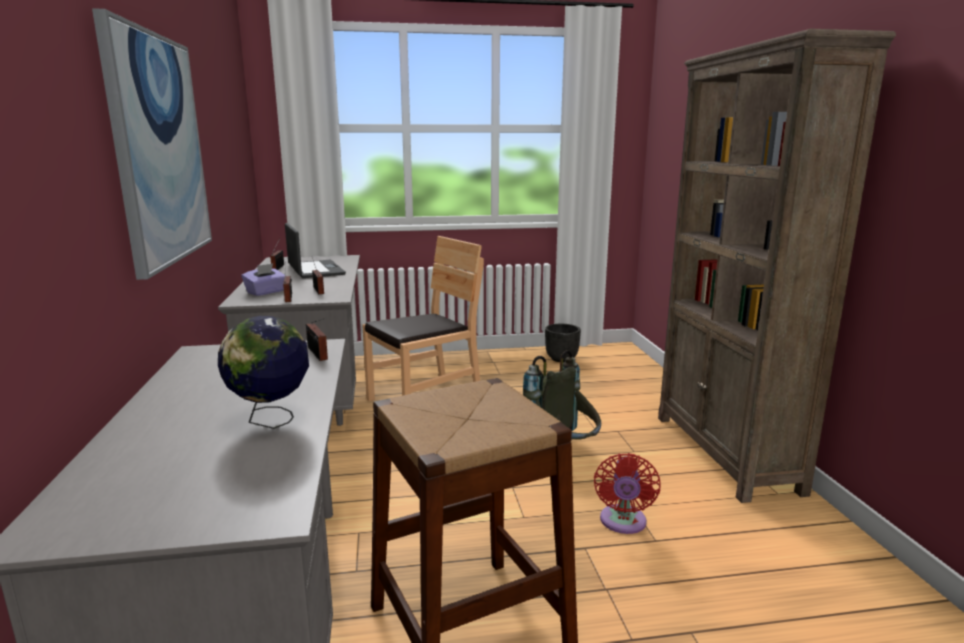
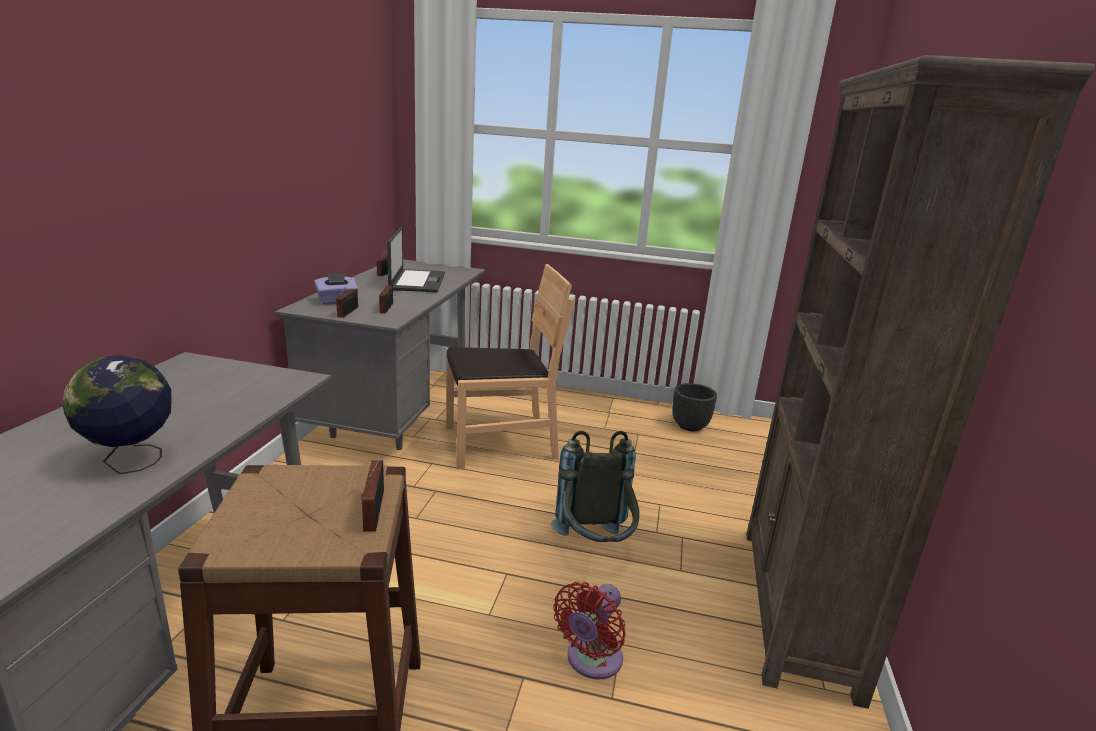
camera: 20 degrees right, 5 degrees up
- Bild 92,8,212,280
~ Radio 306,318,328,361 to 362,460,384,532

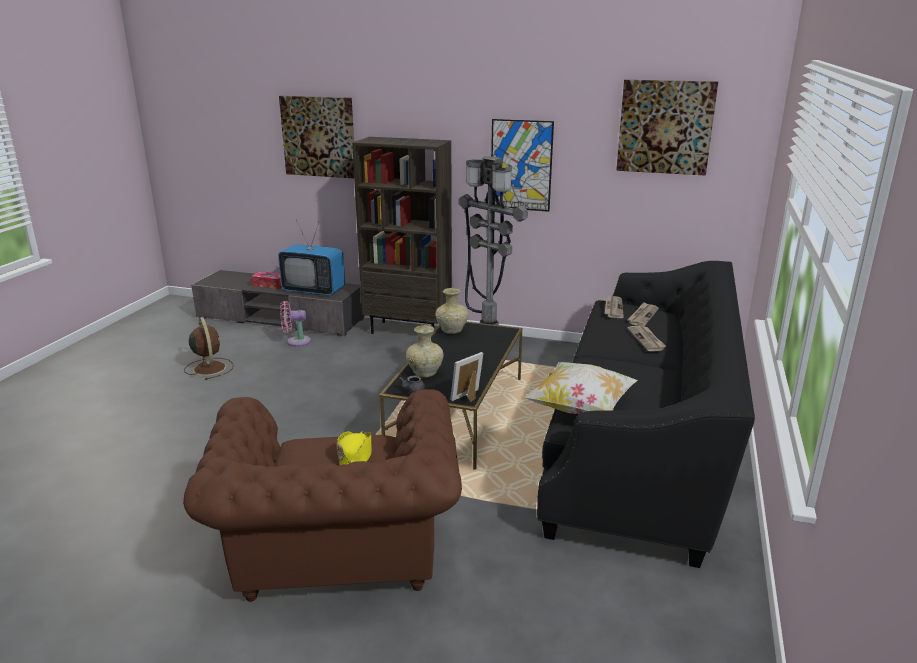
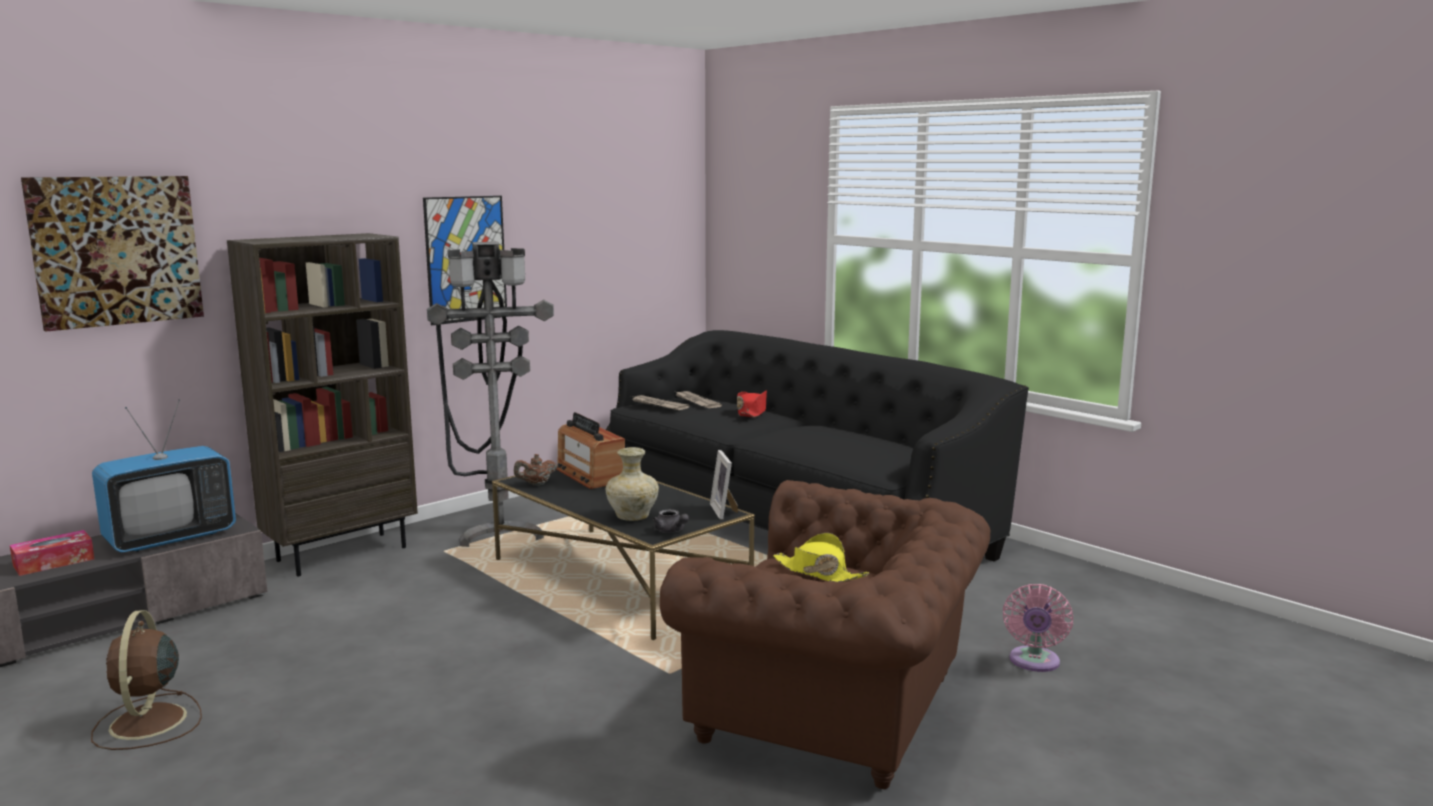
camera: 60 degrees left, 10 degrees down
~ Ventilator (braun) 184,317,234,380 = 91,610,202,750 105 degrees counterclockwise
~ Ventilator (rosa) 280,301,311,347 to 1003,584,1073,672
~ Vase (beige) 435,288,468,334 to Teekanne (braun) 514,454,557,485
- Kissen 524,362,638,414
- Bild 616,80,718,176
~ Zeitung 628,326,666,351 to Hut (rot) 737,390,767,417
+ Radio 556,412,625,489

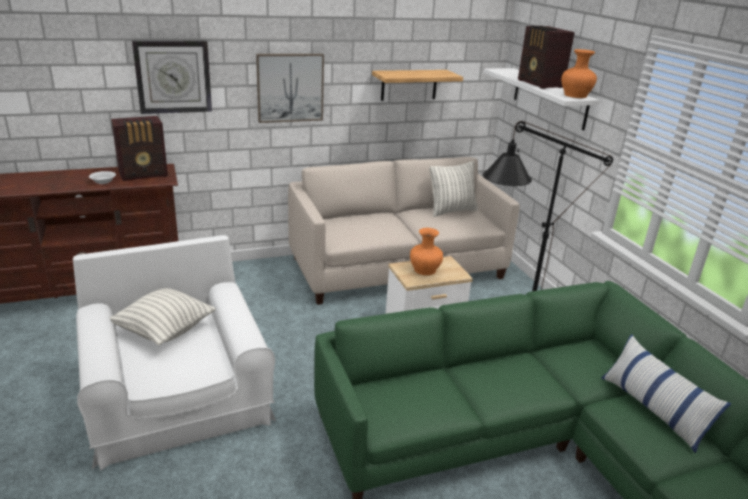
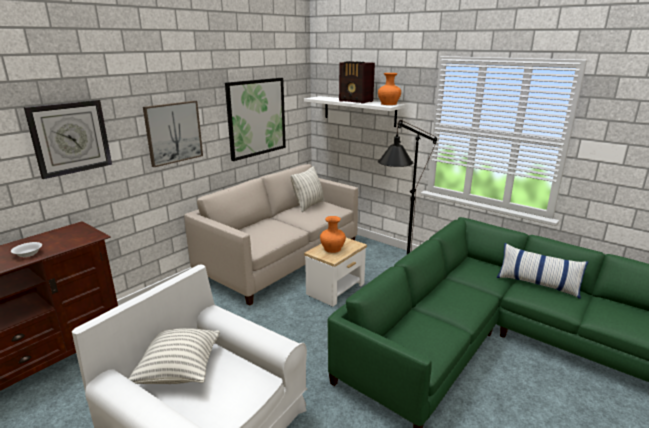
camera: 30 degrees left, 5 degrees down
- Radio 111,116,168,181
~ Wandregal 372,70,463,101 to Bild 225,78,286,161

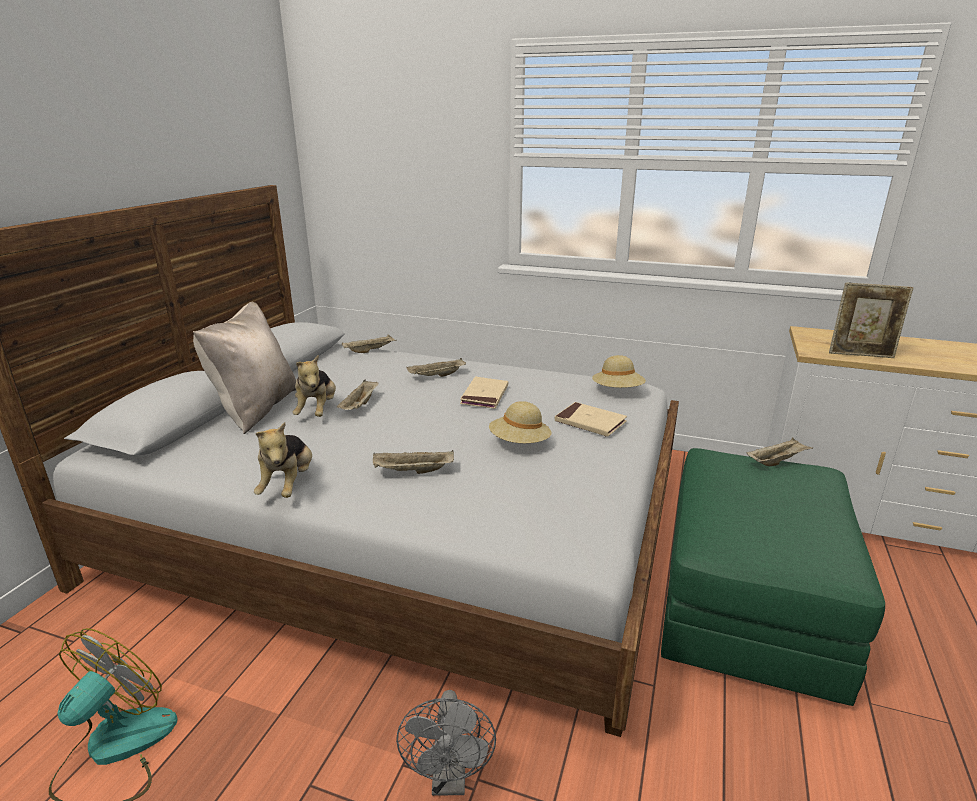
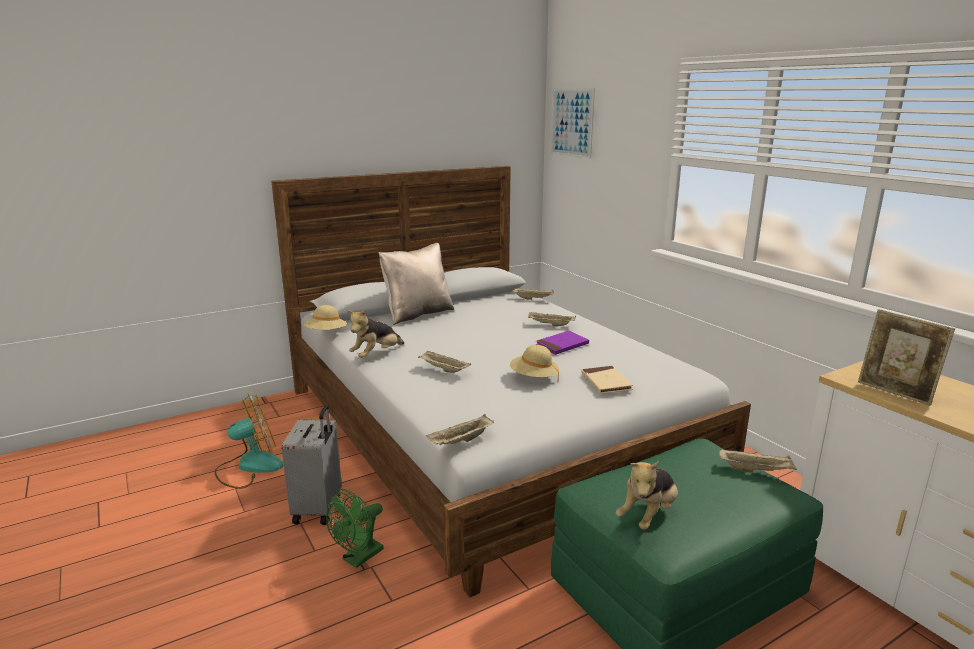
camera: 40 degrees right, 5 degrees down
~ Plüschtier 292,355,336,417 to 616,461,678,530
~ Tablett (beige) 337,380,379,410 to 426,414,494,446
~ Ventilator (grau) 396,690,496,796 to Ventilator (grün) 326,489,384,568
~ Buch (beige) 460,377,508,409 to Buch (lila) 536,331,589,355
~ Hut (beige) 592,355,646,388 to 303,305,347,330
+ Koffer (grau) 282,405,342,525
+ Bild 551,88,595,159

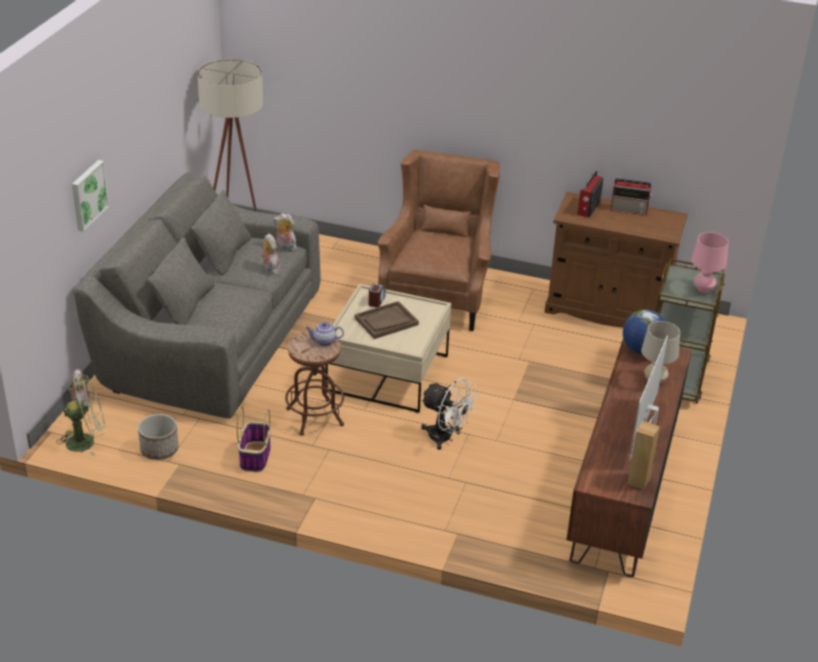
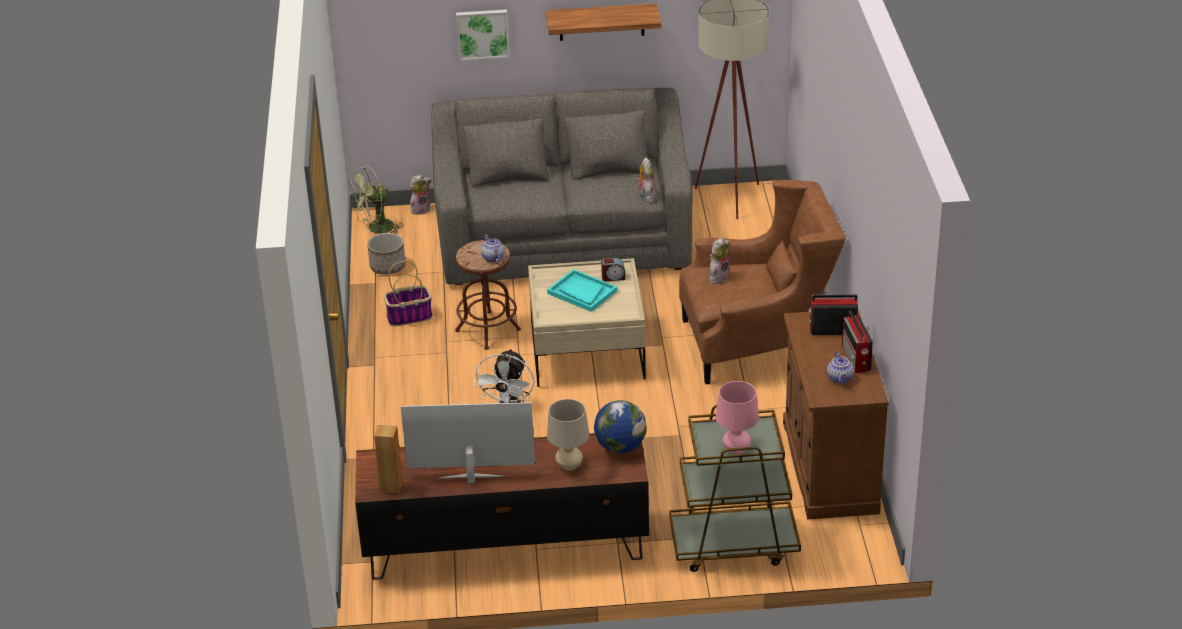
camera: 70 degrees right, 0 degrees up
~ Ventilator (grün) 57,375,106,456 = 350,166,403,234 105 degrees clockwise
~ Plüschtier 261,234,280,275 to 709,238,730,284
~ Tablett (braun) 355,301,419,339 to Tablett (türkis) 547,269,617,312
+ Wandregal 546,3,661,41
+ Teekanne 827,352,854,384

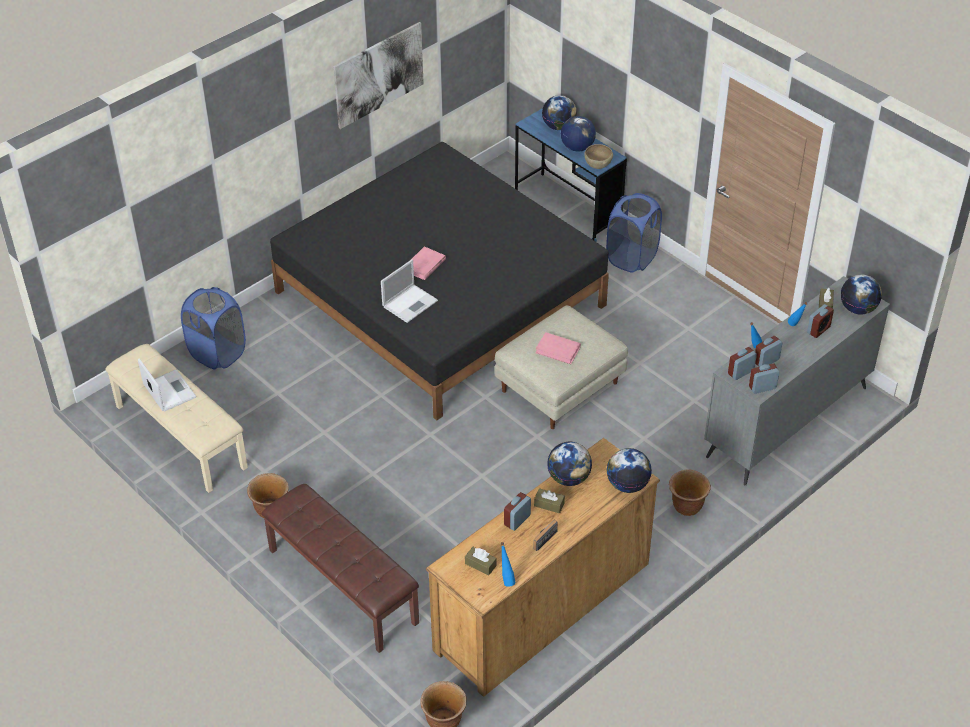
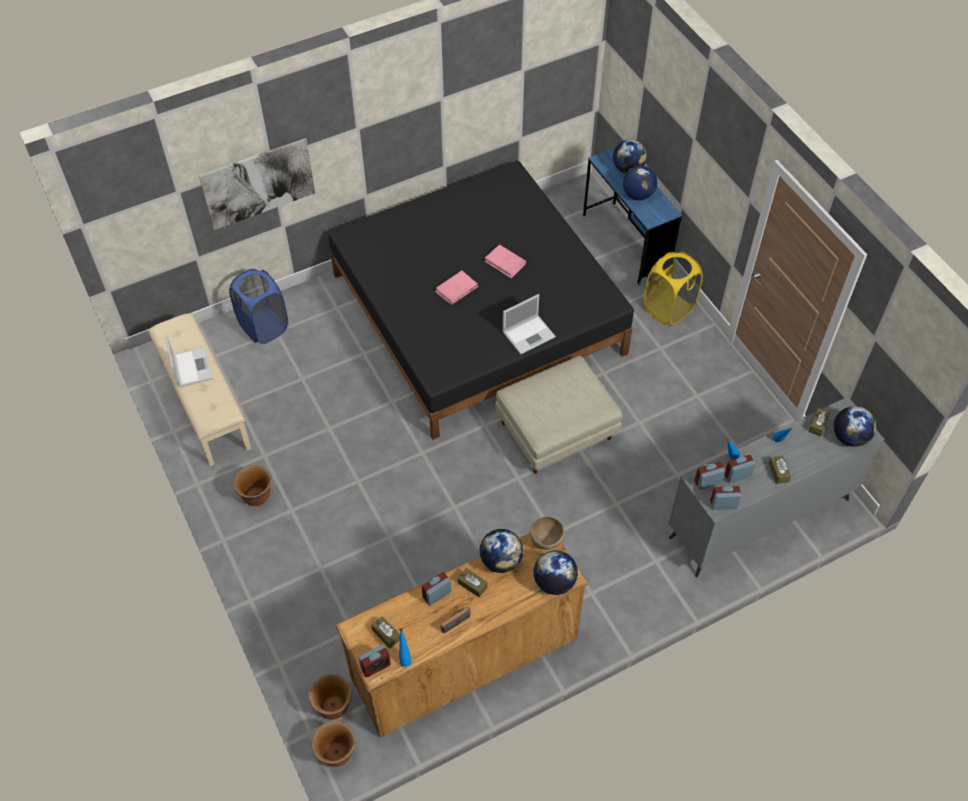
camera: 15 degrees right, 10 degrees up
- Bank (braun) 262,484,419,653
~ Bild 333,22,424,129 to 199,138,315,230
~ Laptop 381,259,438,323 to 503,294,556,355
~ Buch (rosa) 535,332,581,364 to 485,244,526,278
~ Schüssel (braun) 584,144,613,169 to 530,516,565,550
~ Wäschekorb (blau) 606,193,662,272 to Wäschekorb (gelb) 644,252,703,325
~ Pflanzkübel (braun) 669,469,711,516 to 309,674,352,719
~ Wecker 807,304,834,338 to 358,644,391,677
+ Taschentuchbox (braun) 769,456,791,484

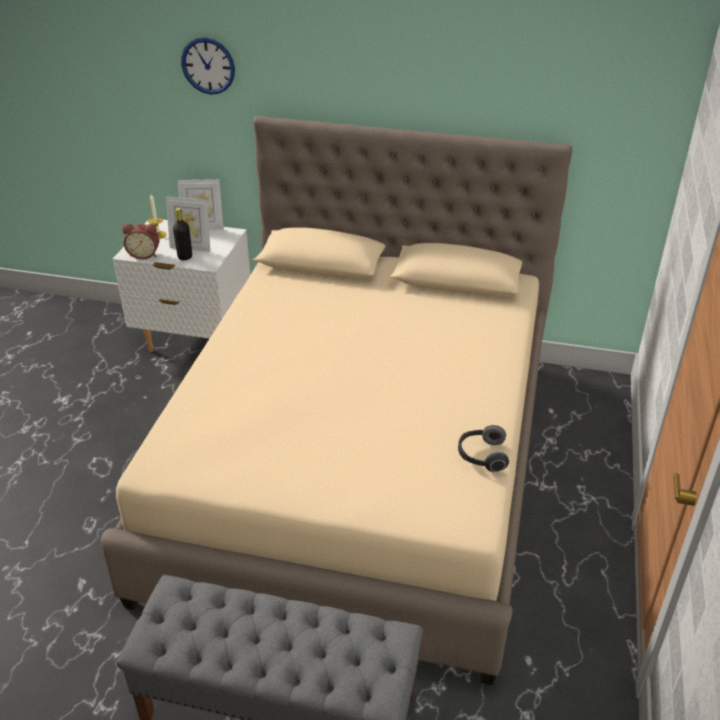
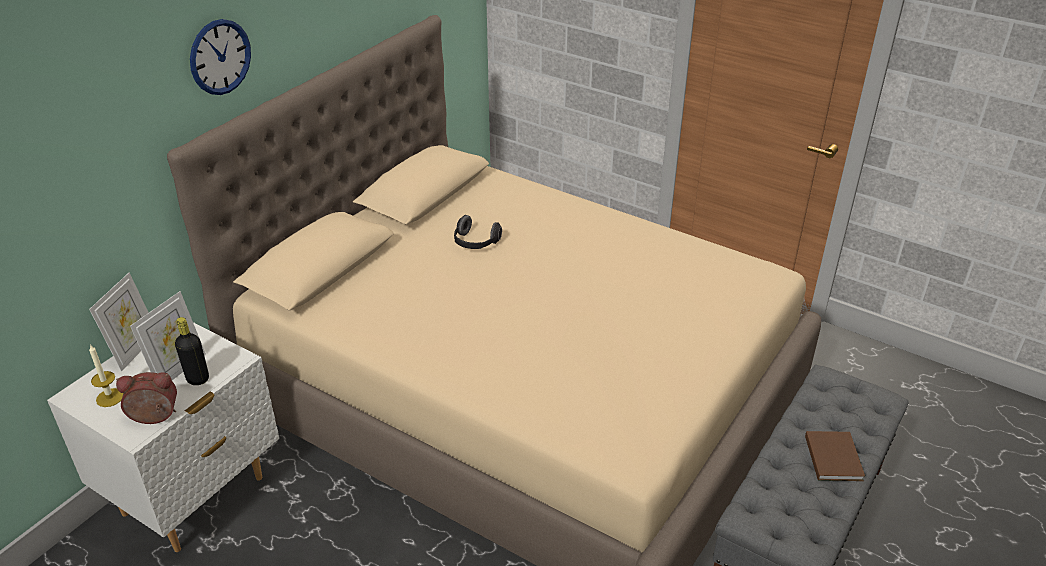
camera: 70 degrees left, 0 degrees up
~ Wecker 122,224,159,260 = 116,372,177,424 120 degrees counterclockwise
~ Wanduhr 181,37,235,95 to 190,19,251,95
~ Kopfhörer 458,425,509,472 to 454,215,502,249
+ Buch (braun) 805,431,865,481

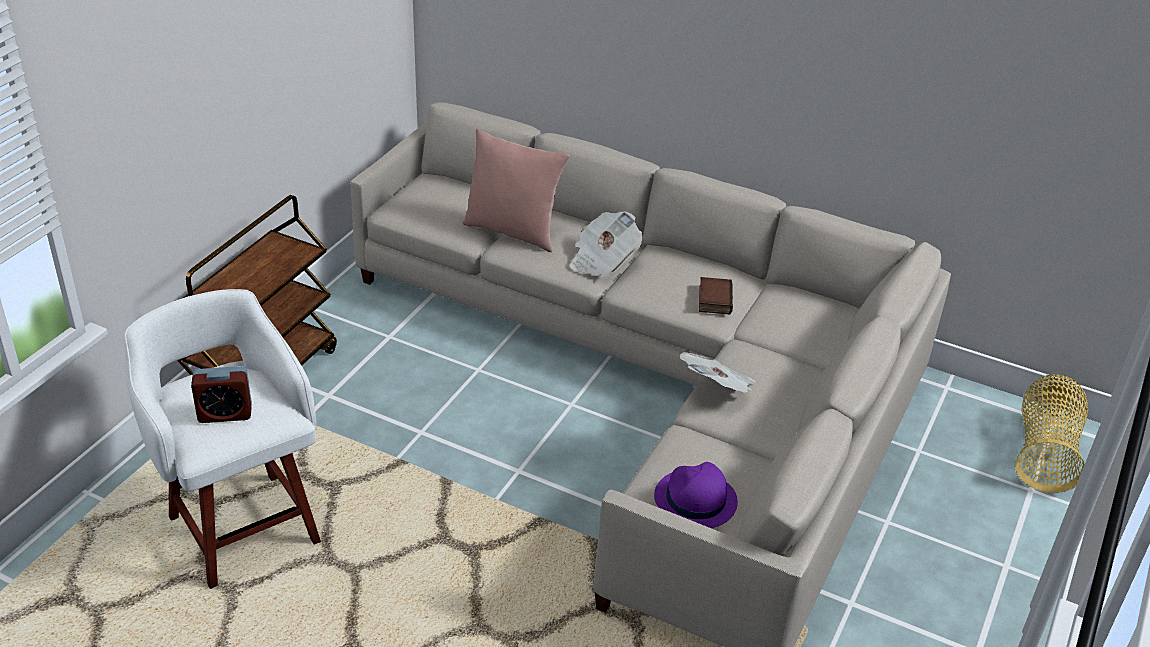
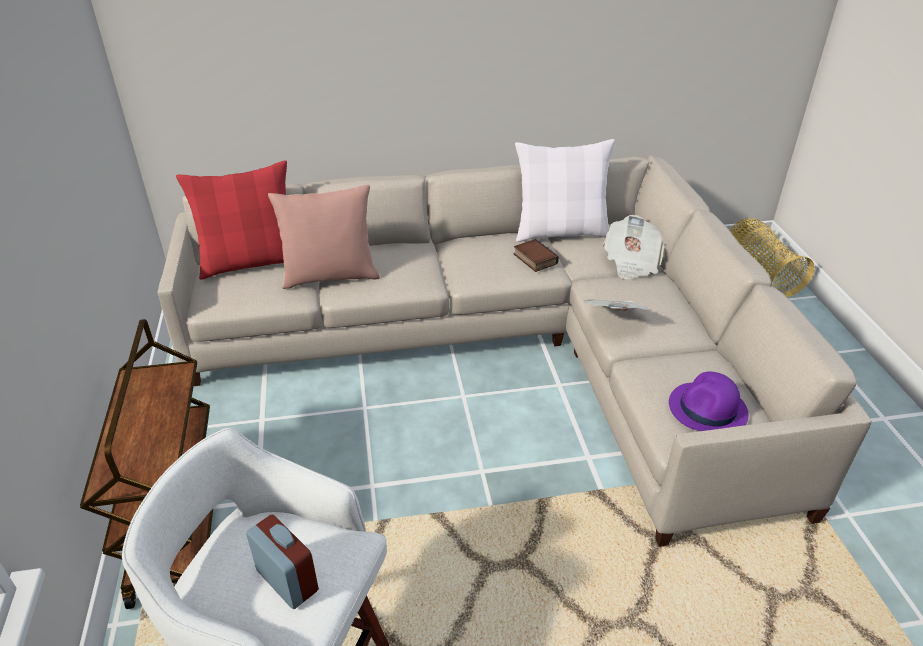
camera: 35 degrees left, 0 degrees up
~ Wecker 191,366,252,423 = 246,514,319,609 90 degrees counterclockwise
~ Zeitung 570,212,643,277 to 603,215,665,279
+ Kissen (rot) 176,160,287,280
+ Kissen (weiß) 515,139,615,242

